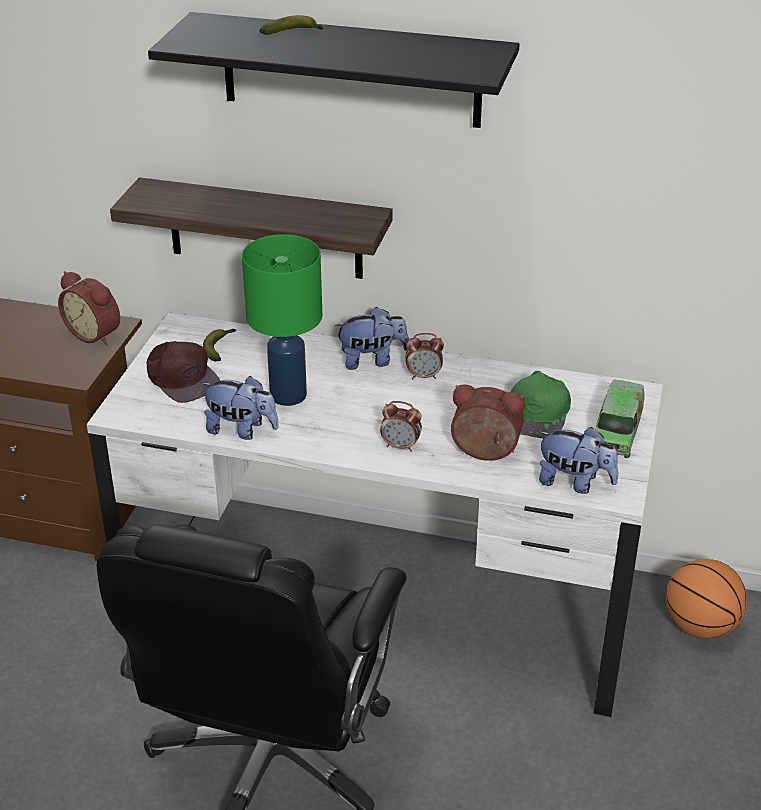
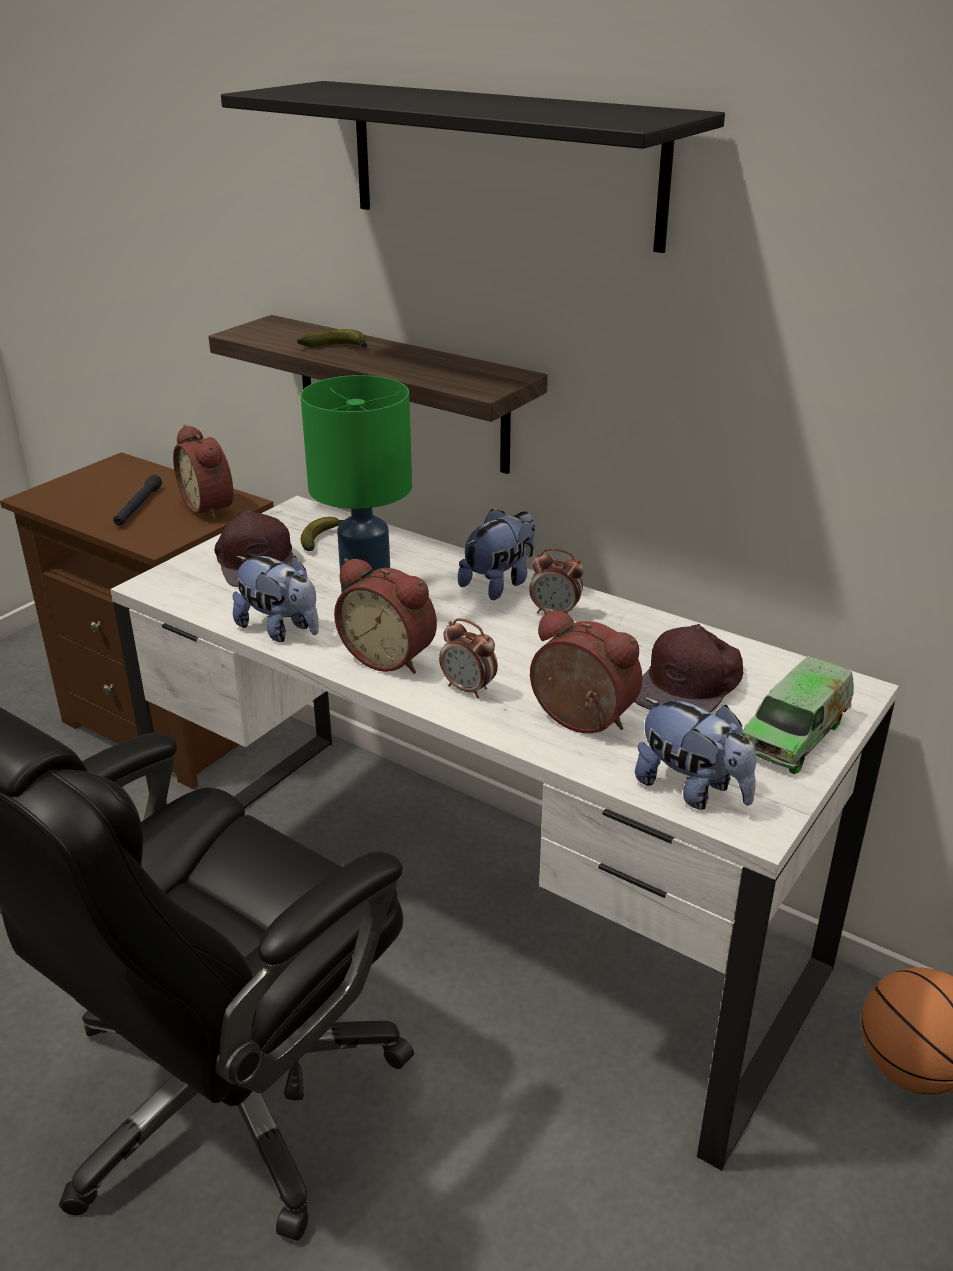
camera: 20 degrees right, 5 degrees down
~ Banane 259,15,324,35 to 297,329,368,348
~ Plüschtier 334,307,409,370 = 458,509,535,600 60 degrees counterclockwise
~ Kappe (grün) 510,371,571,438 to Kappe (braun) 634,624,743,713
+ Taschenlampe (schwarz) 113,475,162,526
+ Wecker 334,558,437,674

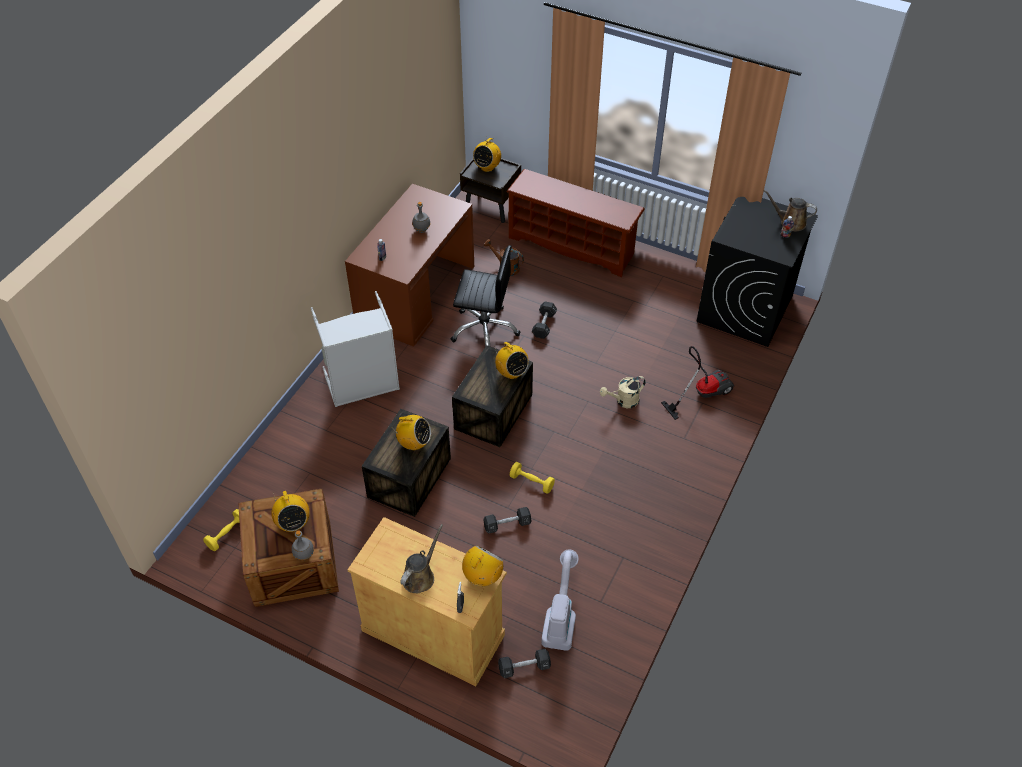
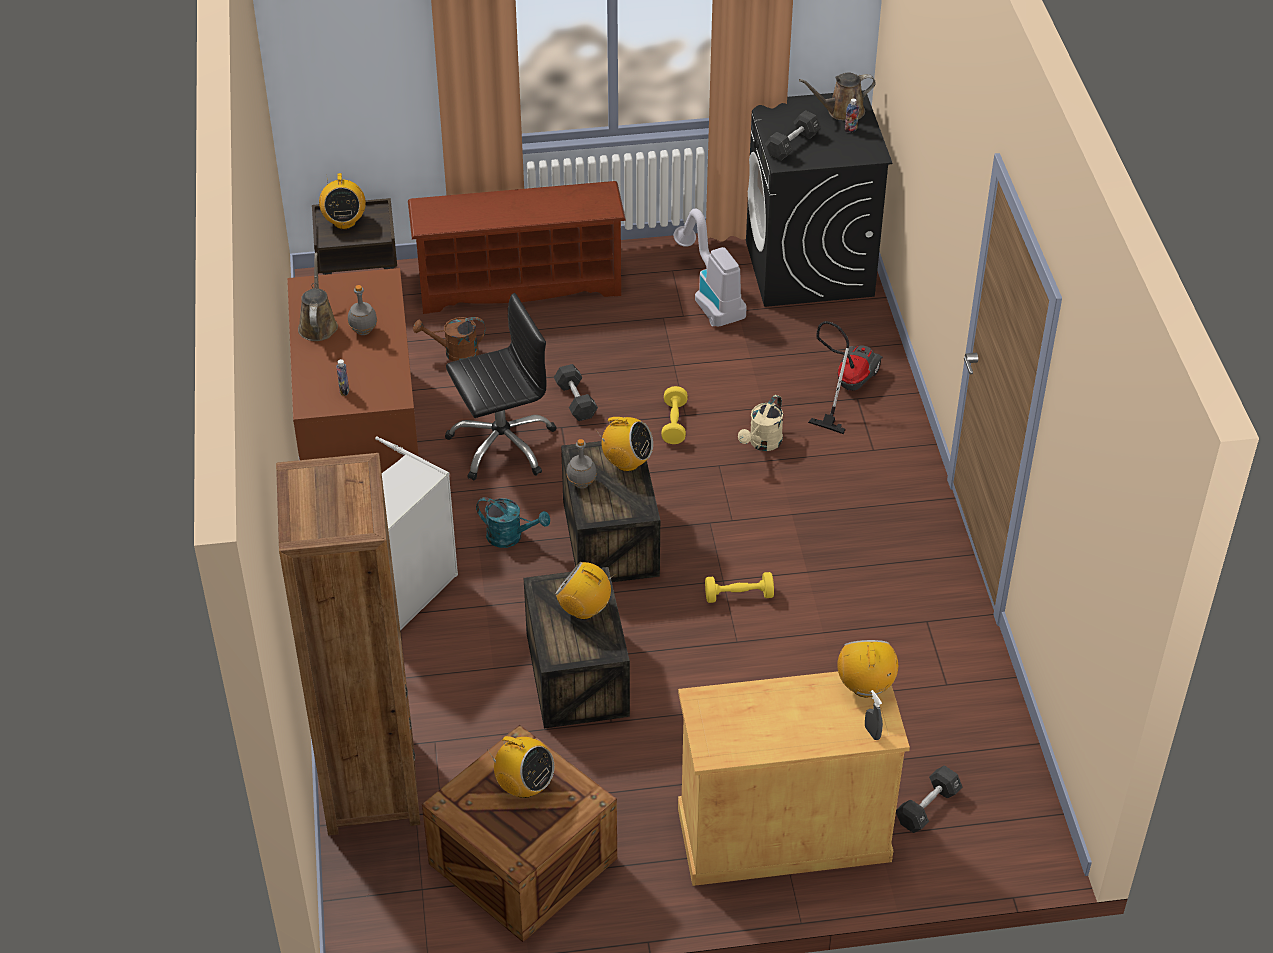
camera: 35 degrees left, 5 degrees down
~ Hantel (gelb) 203,509,240,551 to 661,386,688,444
~ Flasche (grau) 292,531,314,560 to 566,439,597,488
~ Radio 391,415,431,450 = 555,562,616,620 135 degrees counterclockwise
~ Gießkanne (braun) 400,524,443,593 to 298,253,338,341
~ Hantel (schwarz) 483,507,532,534 to 765,110,821,161
~ Staubsauger 541,549,579,651 to 674,209,747,327
+ Bücherregal (braun) 276,453,420,835
+ Gießkanne (türkis) 476,497,550,548

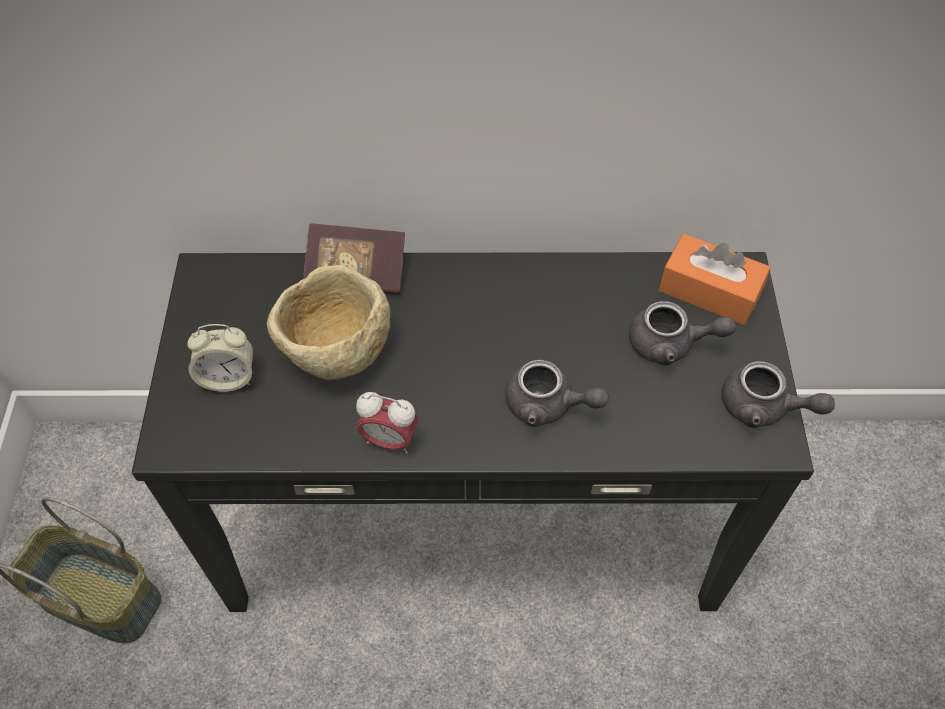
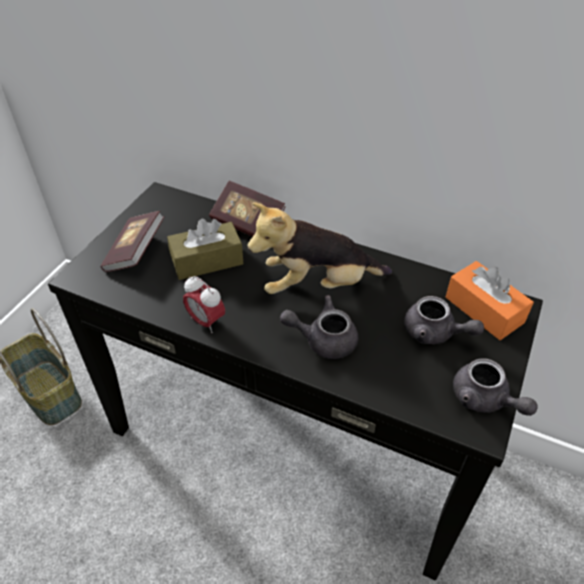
camera: 25 degrees right, 10 degrees down
~ Wecker 187,324,253,392 to Buch 100,211,164,272
~ Schüssel (beige) 267,265,390,380 to Taschentuchbox (braun) 167,219,243,280
~ Teekanne (grau) 505,360,609,427 = 280,295,358,359 135 degrees clockwise
+ Plüschtier 248,203,392,294

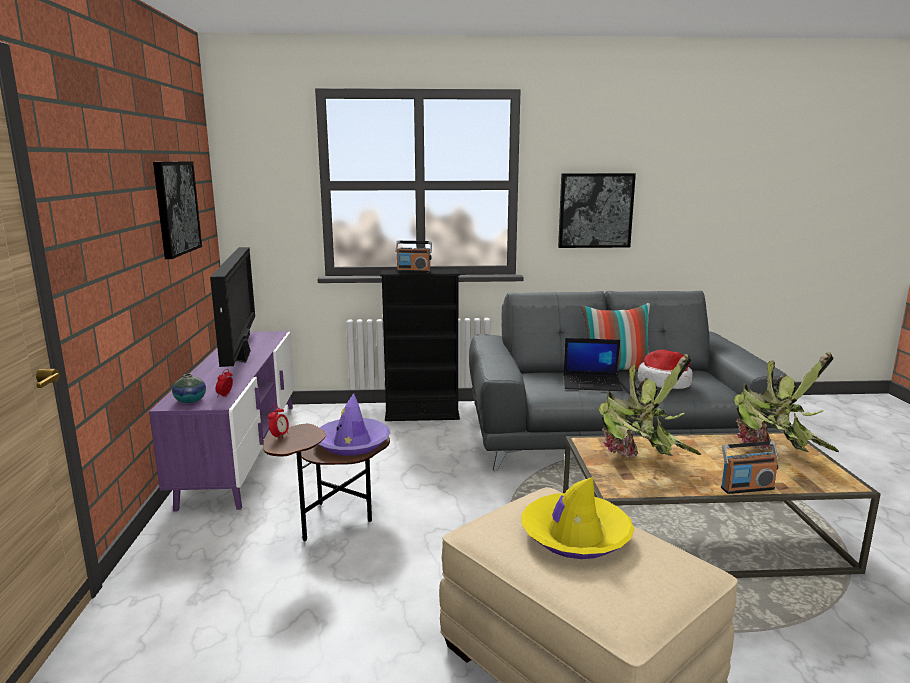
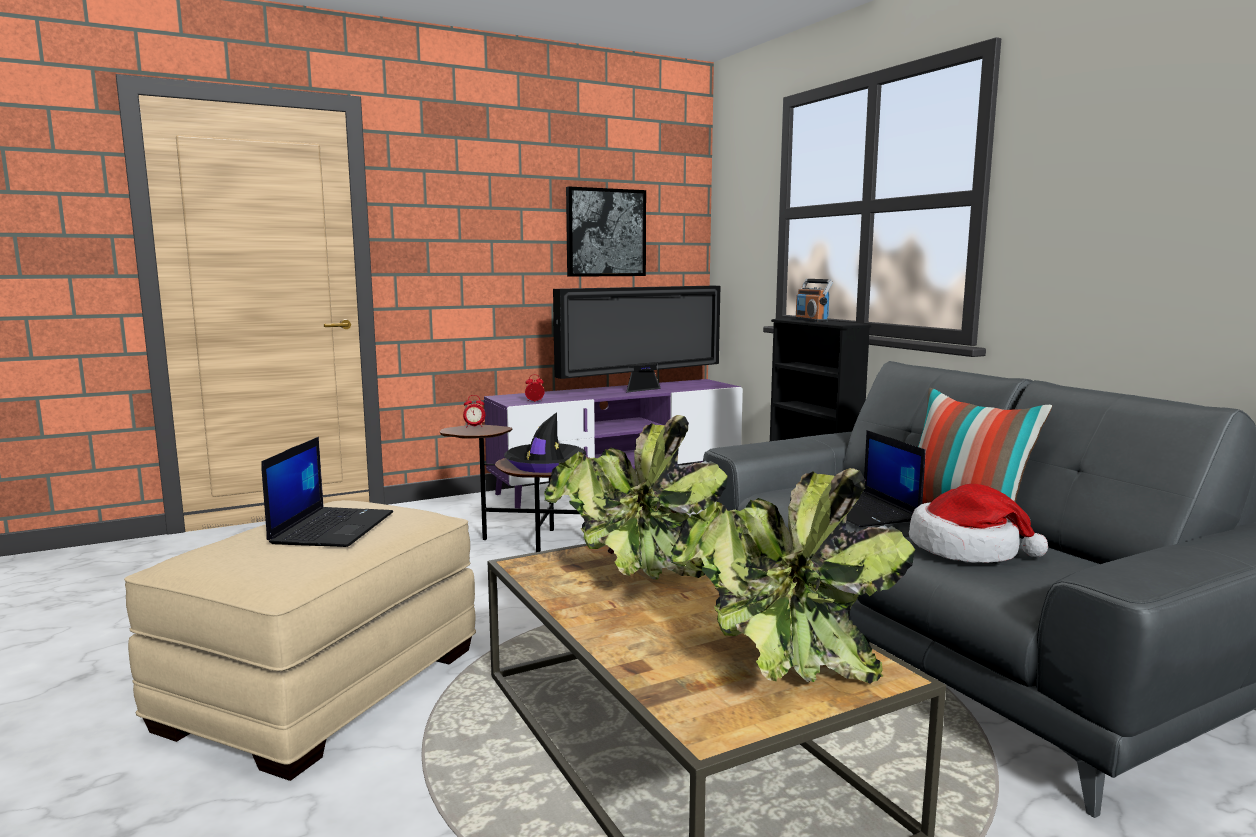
camera: 65 degrees right, 5 degrees down
- Vase 172,374,206,403
~ Hut (lila) 318,393,390,456 to Hut (schwarz) 504,412,586,473
~ Hut (gelb) 521,477,634,559 to Laptop 261,437,393,547
- Bild 558,173,636,248
- Radio 721,441,778,494

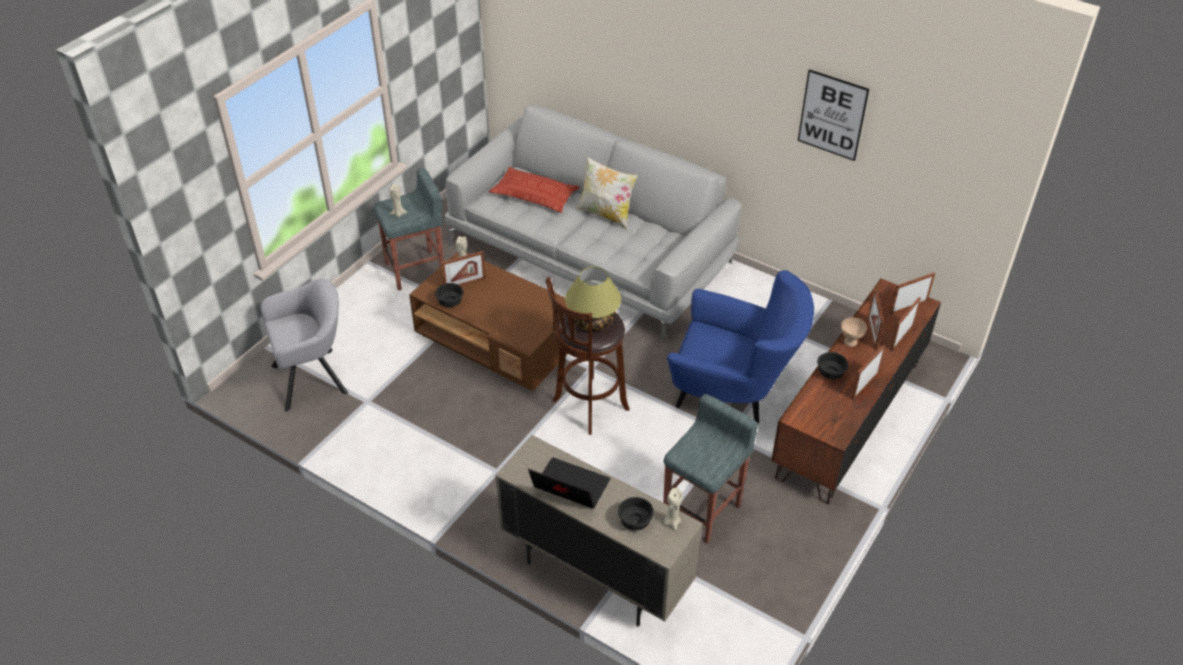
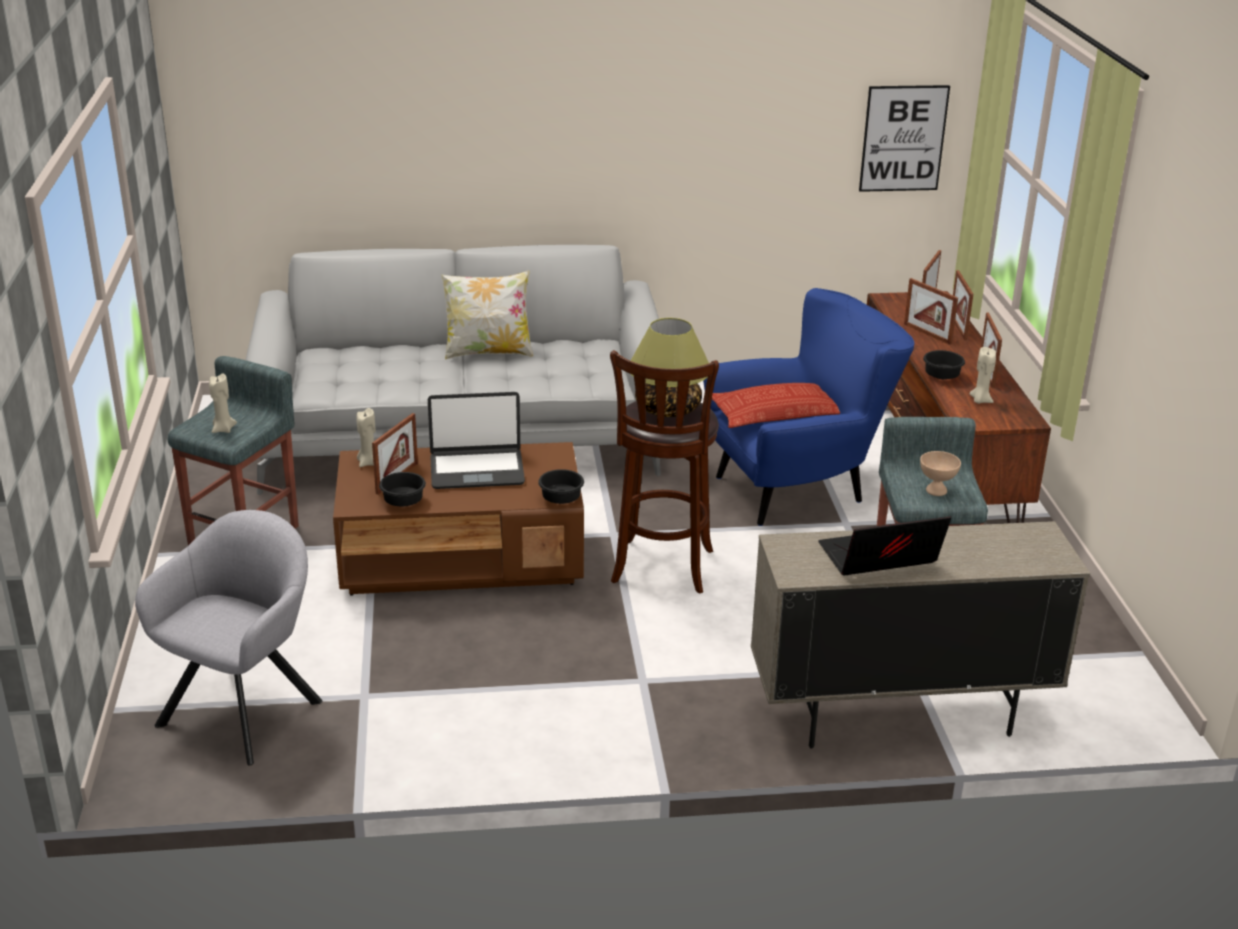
camera: 40 degrees left, 15 degrees down
~ Kissen 489,167,579,213 to 712,383,840,428
~ Schüssel (schwarz) 618,497,654,531 to 538,469,584,504
~ Kerze (beige) 664,488,683,530 to 970,347,996,404
~ Bild 798,69,869,161 to 859,85,950,192
~ Schüssel (beige) 841,318,867,347 to 920,451,961,496
+ Laptop 428,392,525,489

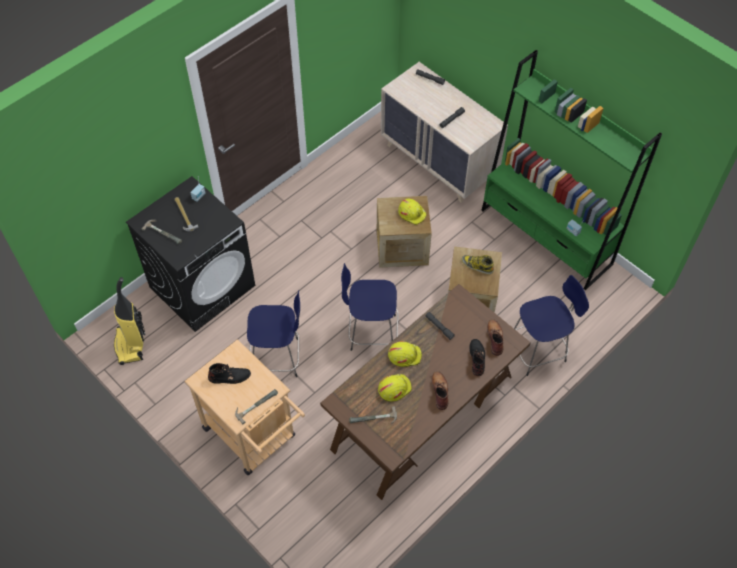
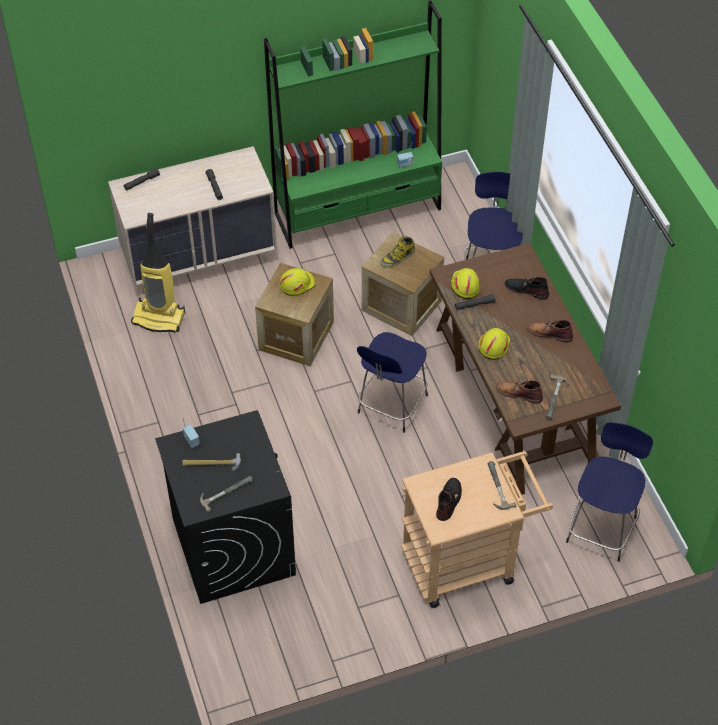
camera: 65 degrees left, 5 degrees down
~ Staubsauger 114,277,145,365 to 131,213,185,333
~ Hocker (blau) 247,290,300,377 to 566,422,653,562
~ Schutzhelm (gelb) 378,374,412,402 to 451,268,480,299
~ Stiefel (braun) 487,319,503,356 to 496,380,543,404

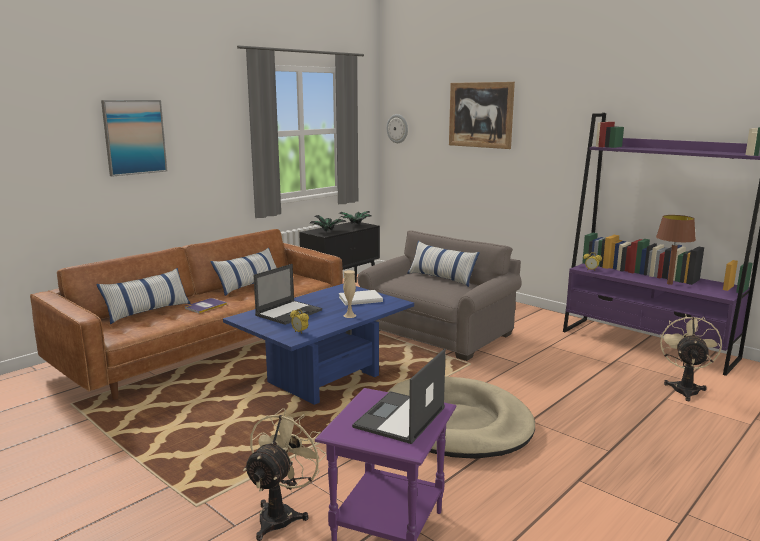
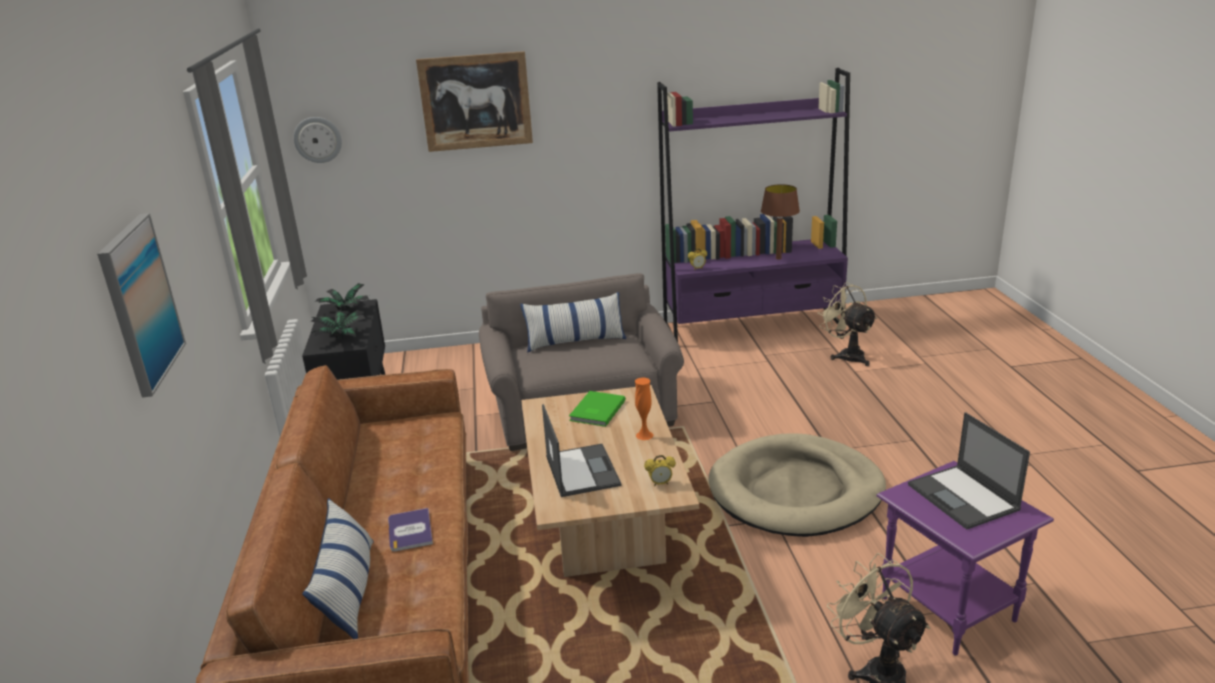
camera: 50 degrees left, 10 degrees up
- Kissen 210,248,277,296
~ Couchtisch (blau) 223,283,414,405 to Couchtisch (beige) 521,385,699,577
~ Buch (weiß) 339,290,383,306 to Buch (grün) 569,391,626,427
~ Vase (beige) 343,270,356,318 to Vase (orange) 635,377,654,440

